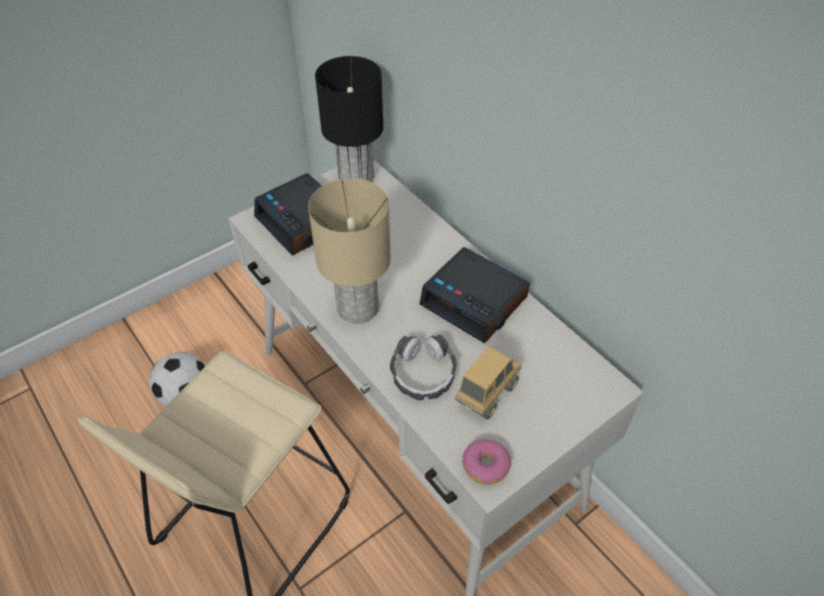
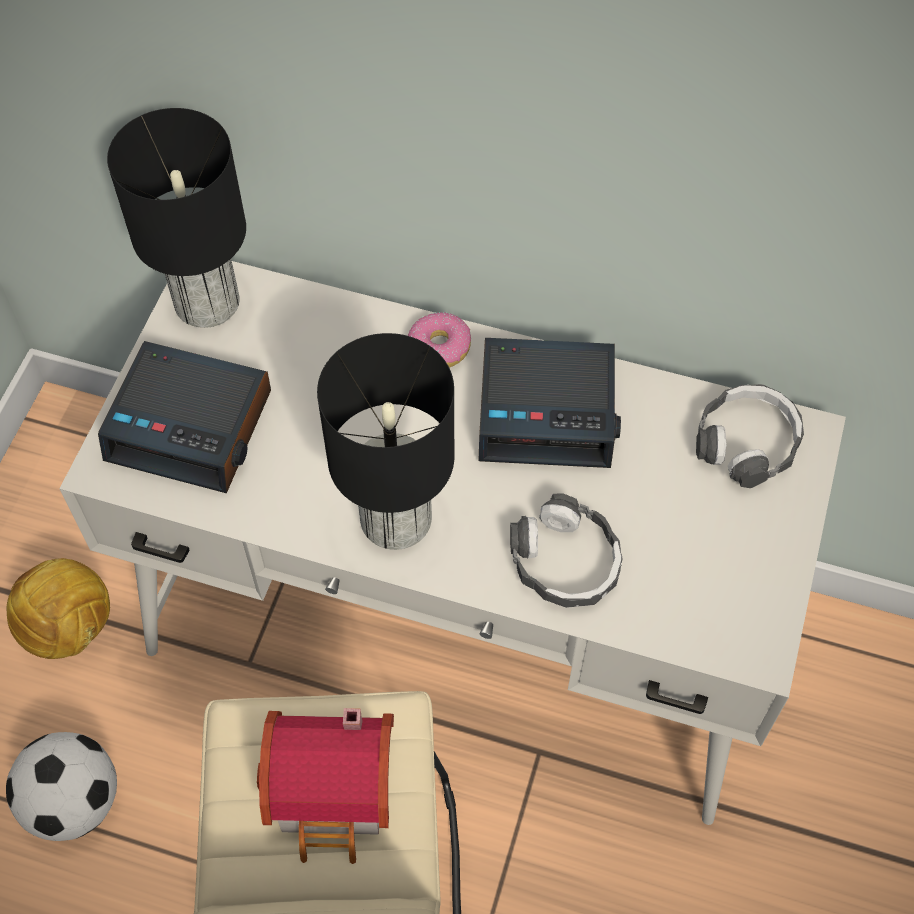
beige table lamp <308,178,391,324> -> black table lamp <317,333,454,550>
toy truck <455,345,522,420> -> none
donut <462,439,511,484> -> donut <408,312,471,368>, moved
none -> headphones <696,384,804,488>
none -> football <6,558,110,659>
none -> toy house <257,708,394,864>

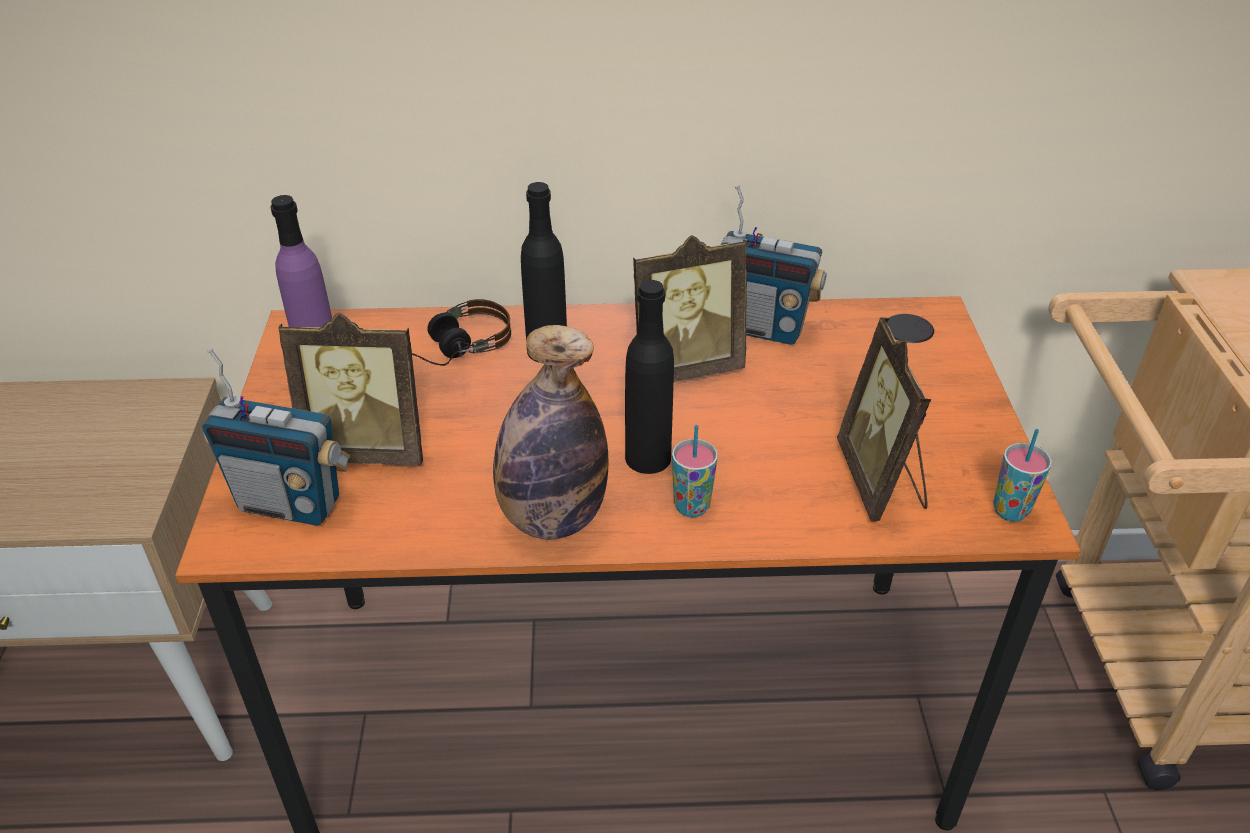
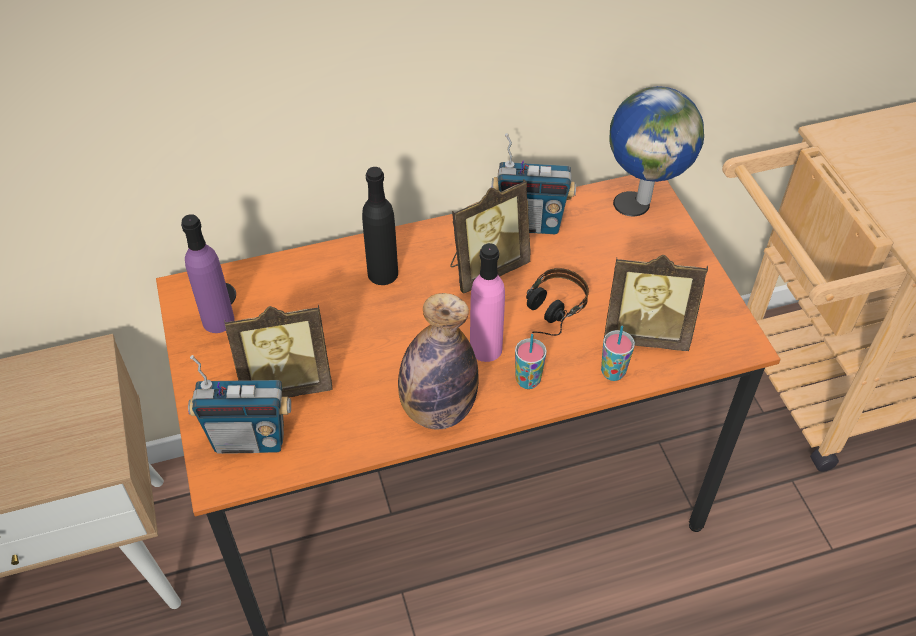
black bottle <625,280,674,474> -> pink bottle <470,243,505,362>
headphones <412,299,511,366> -> headphones <526,268,589,336>, moved
picture frame <837,317,931,521> -> picture frame <604,255,708,351>, 60 degrees counterclockwise
cup <993,429,1052,522> -> cup <601,325,635,381>, moved
none -> globe <609,86,704,205>

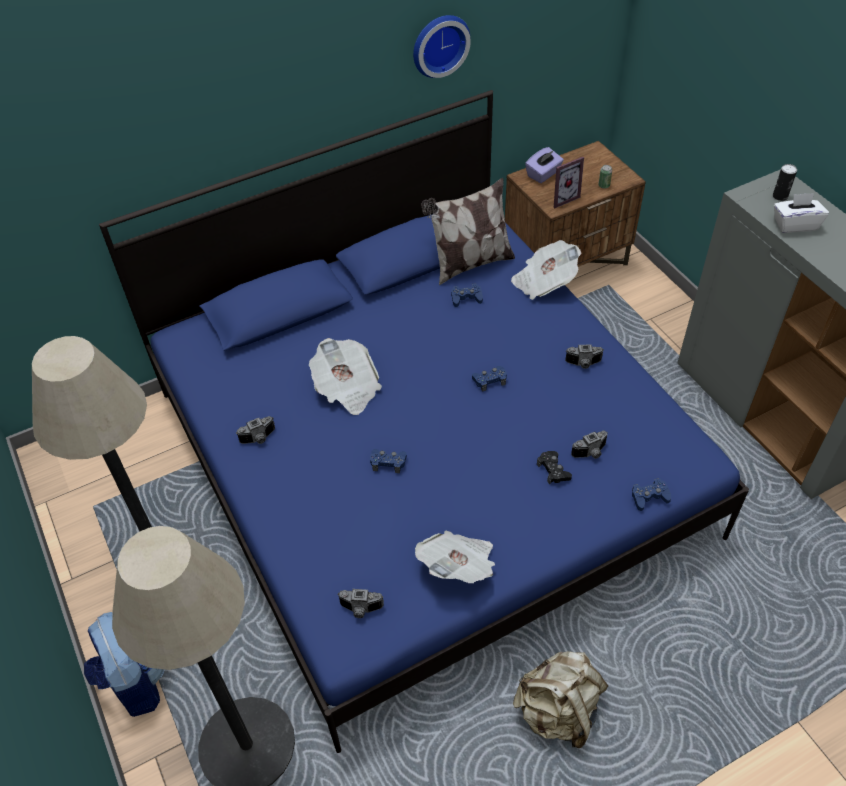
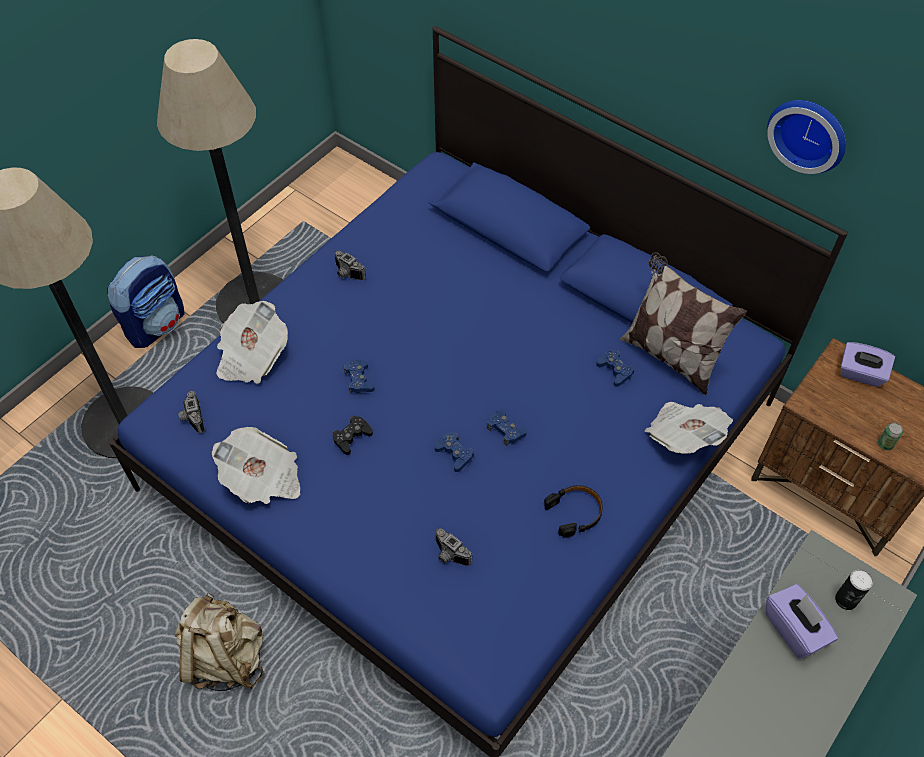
picture frame <554,157,584,208> -> none
white tissue box <774,193,829,233> -> purple tissue box <766,584,838,658>
newspaper <309,338,382,415> -> newspaper <217,301,288,384>, moved
photo camera <565,344,603,369> -> black headphones <544,485,603,538>
black game controller <537,451,572,484> -> black game controller <332,415,373,455>, moved
blue game controller <632,478,671,511> -> blue game controller <435,432,474,472>, moved

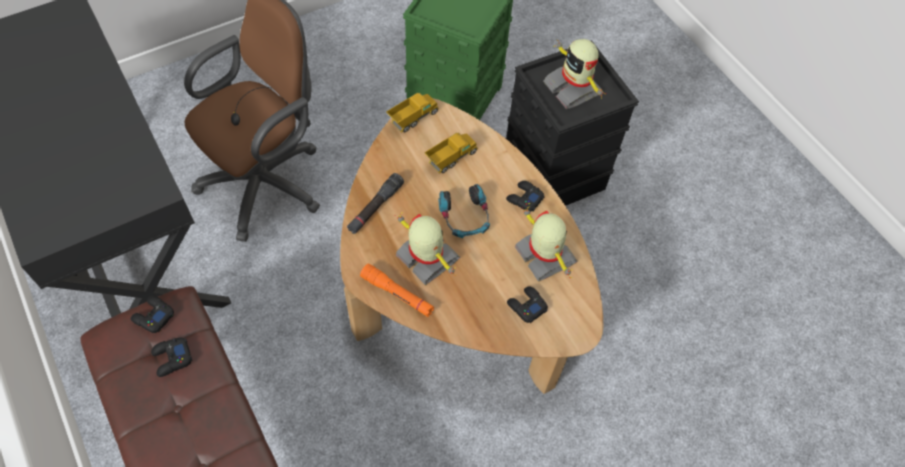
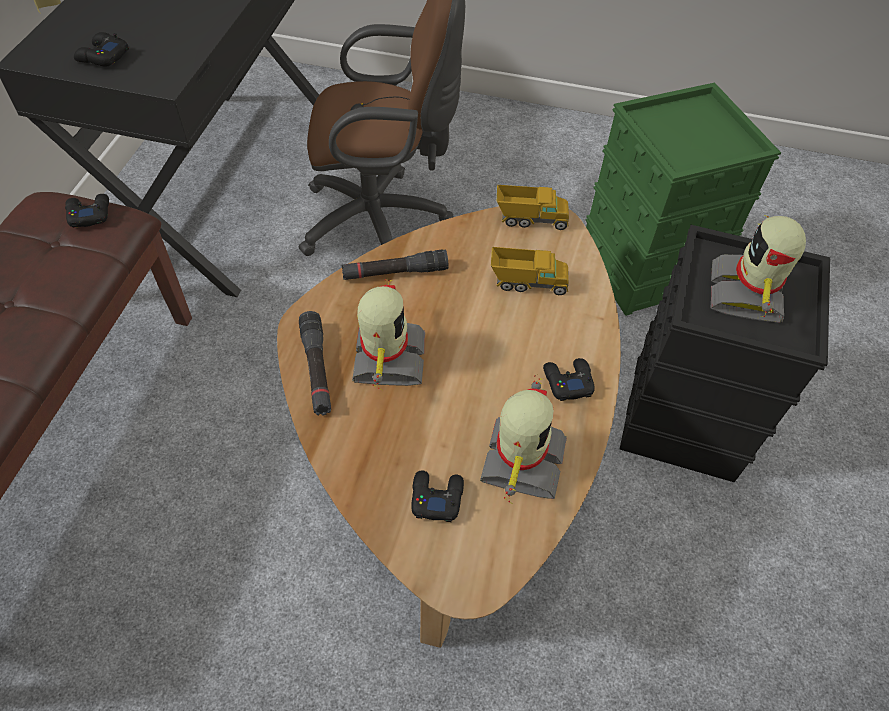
headphones <439,184,490,238> -> none
orange flashlight <360,264,434,317> -> black flashlight <299,311,331,415>
black game controller <151,337,193,377> -> black game controller <74,32,129,67>, moved

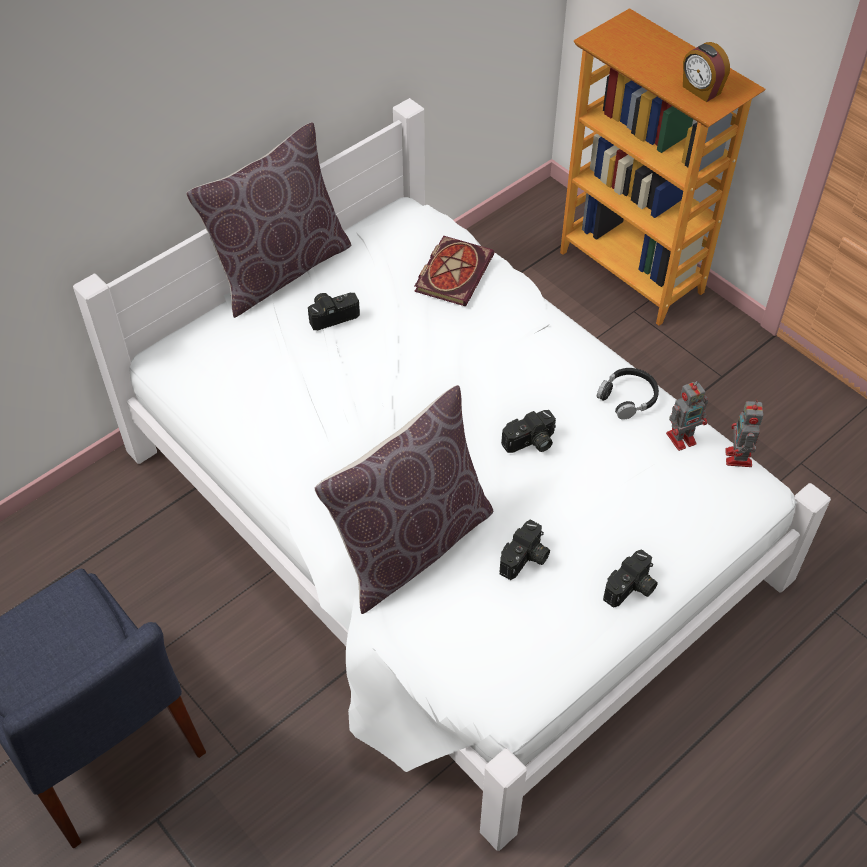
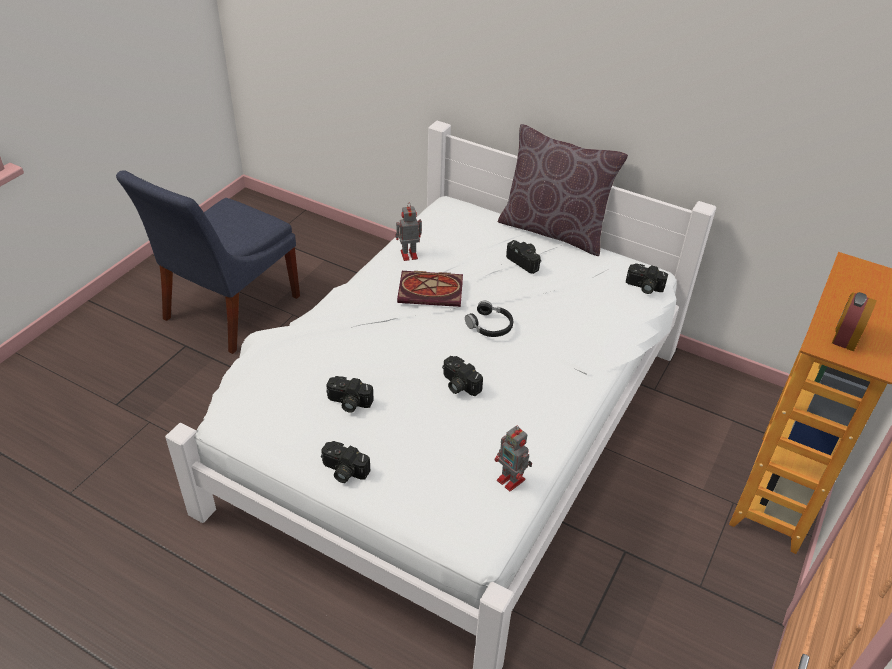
book <414,236,494,306> -> book <397,271,463,307>, moved
black headphones <597,368,659,420> -> black headphones <465,301,513,337>, moved
brown pillow <314,385,493,614> -> none
toy robot <725,400,763,467> -> toy robot <395,203,422,261>, moved
none -> photo camera <626,264,668,294>

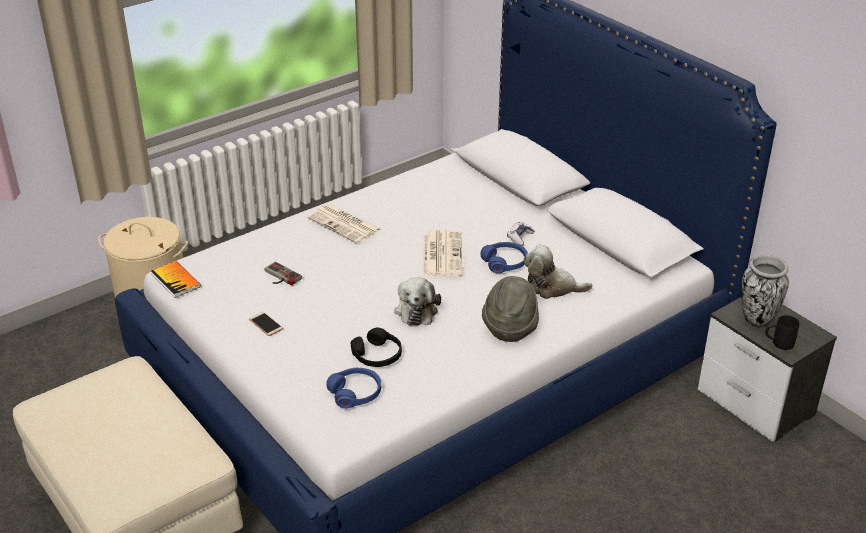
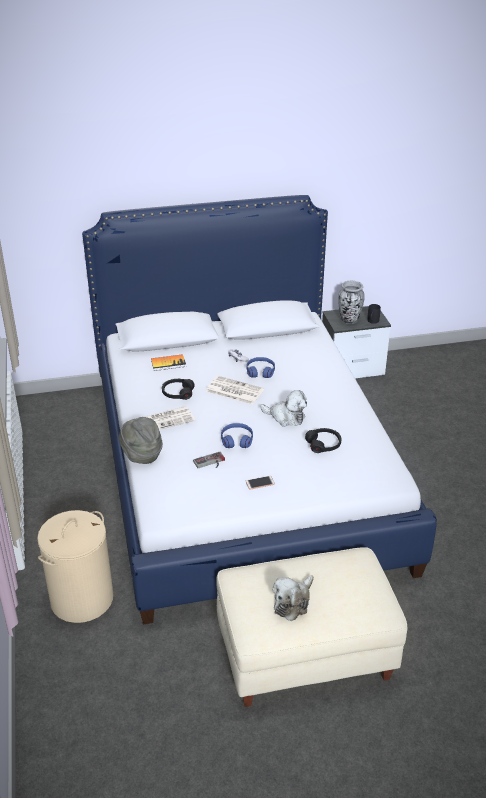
plush toy <524,245,592,299> -> plush toy <273,575,314,621>, moved
book <151,261,201,298> -> book <151,354,186,371>, moved
grey hat <482,276,539,342> -> grey hat <119,417,163,464>, moved
blue headphones <326,368,381,409> -> blue headphones <221,423,253,448>, moved
none -> black headphones <162,379,195,400>

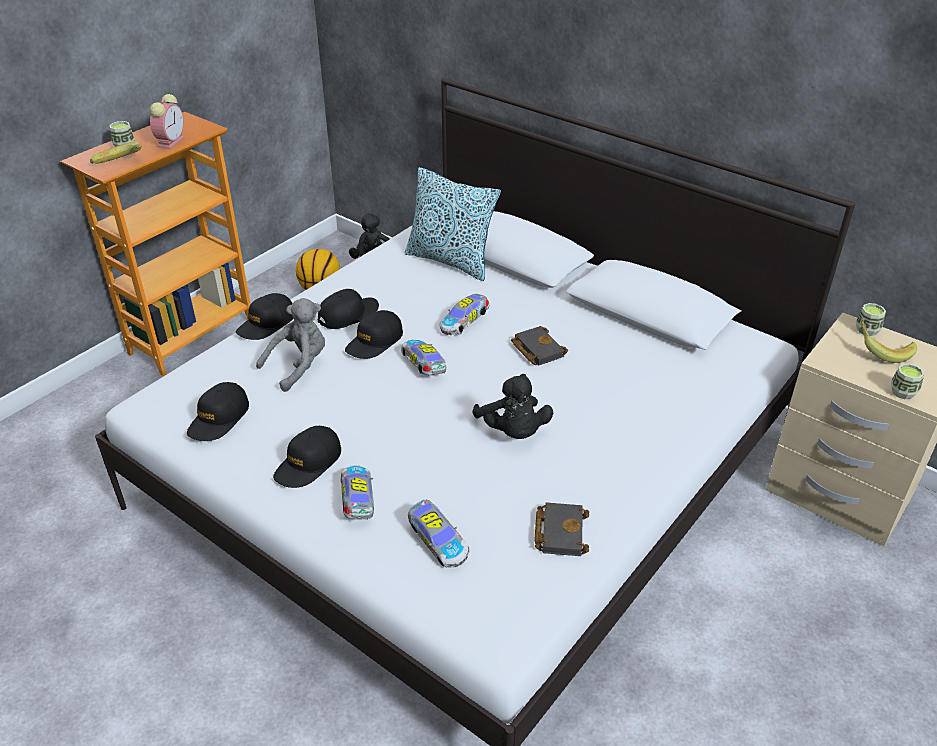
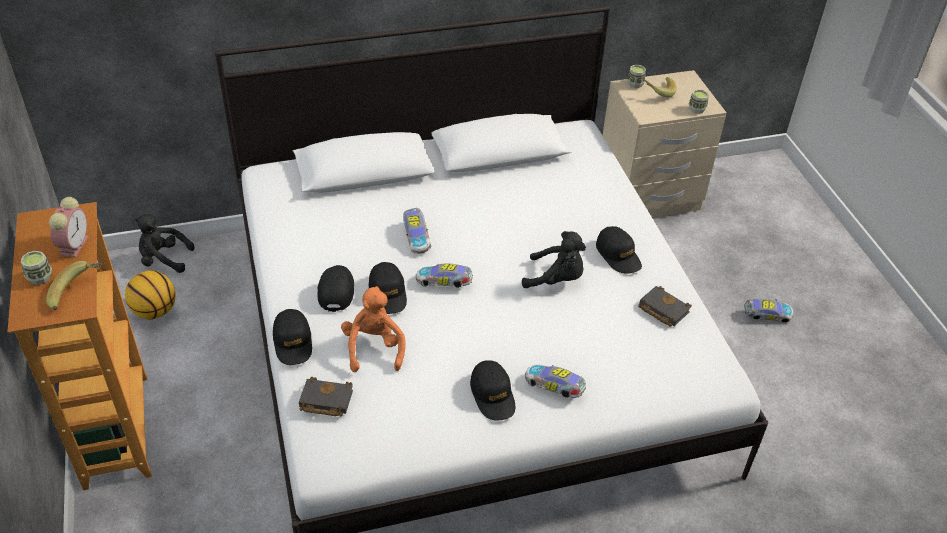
alarm clock <150,94,185,149> -> alarm clock <49,197,89,258>, 45 degrees clockwise
pillow <404,167,501,281> -> none
grey plush toy <256,298,325,392> -> orange plush toy <341,286,406,372>
black book <511,326,568,365> -> black book <299,377,353,417>, moved
black cap <187,382,249,441> -> black cap <596,226,642,274>, moved
toy car <408,500,469,568> -> toy car <744,299,794,323>, moved

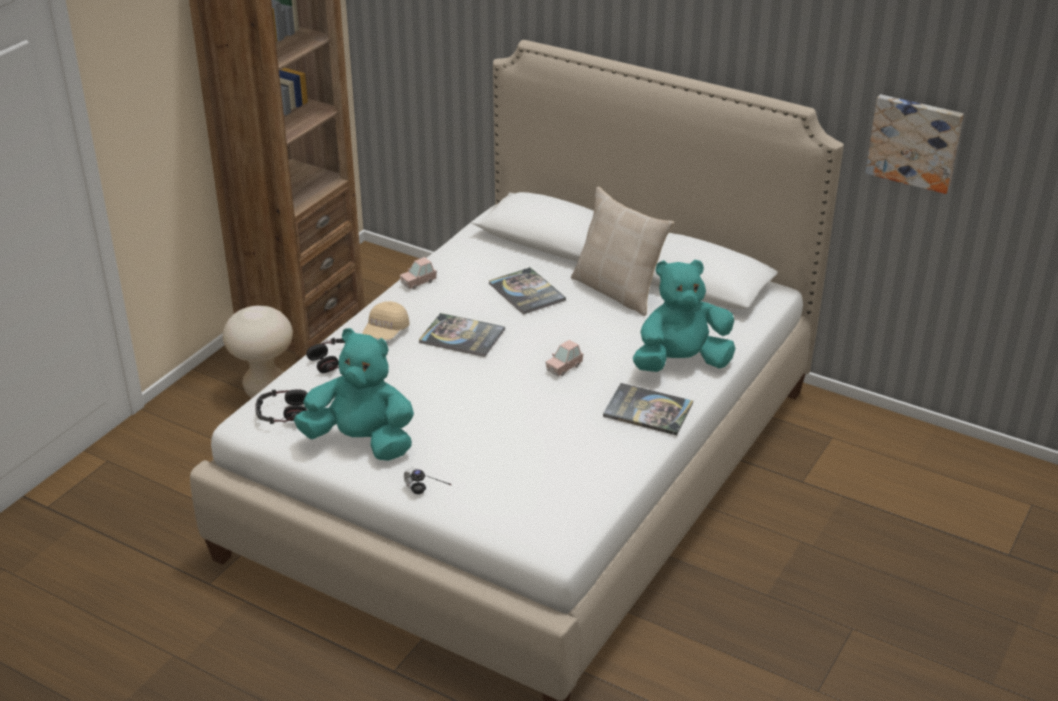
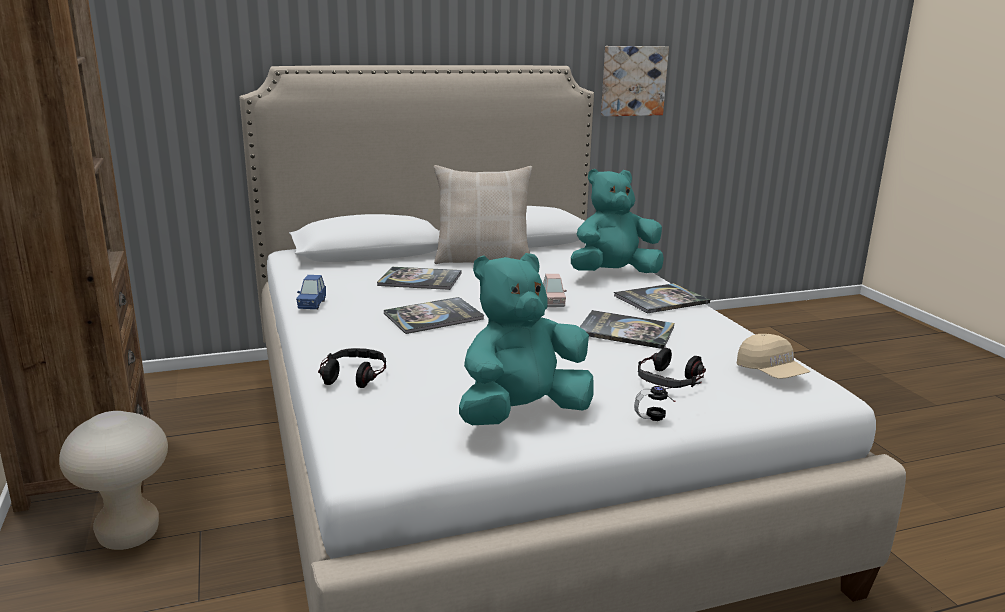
pink toy car <400,257,437,289> -> blue toy car <296,275,326,309>
turquoise plush toy <633,260,736,372> -> turquoise plush toy <571,169,664,273>, 45 degrees clockwise
beige cap <363,301,410,340> -> beige cap <737,334,810,379>, moved
headphones <255,390,307,424> -> headphones <638,348,706,388>, moved
none -> book <580,310,674,349>

